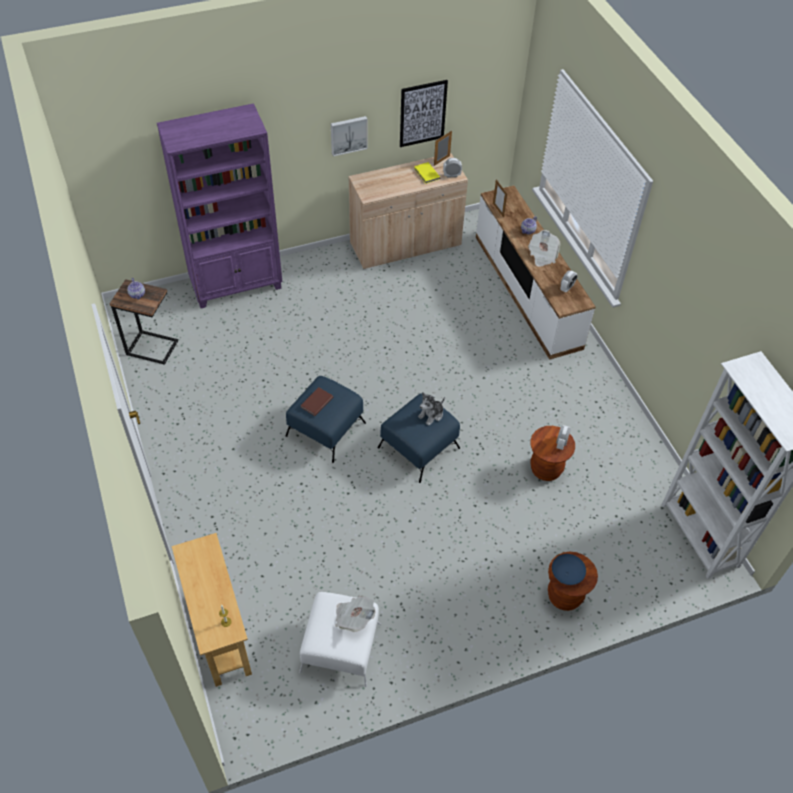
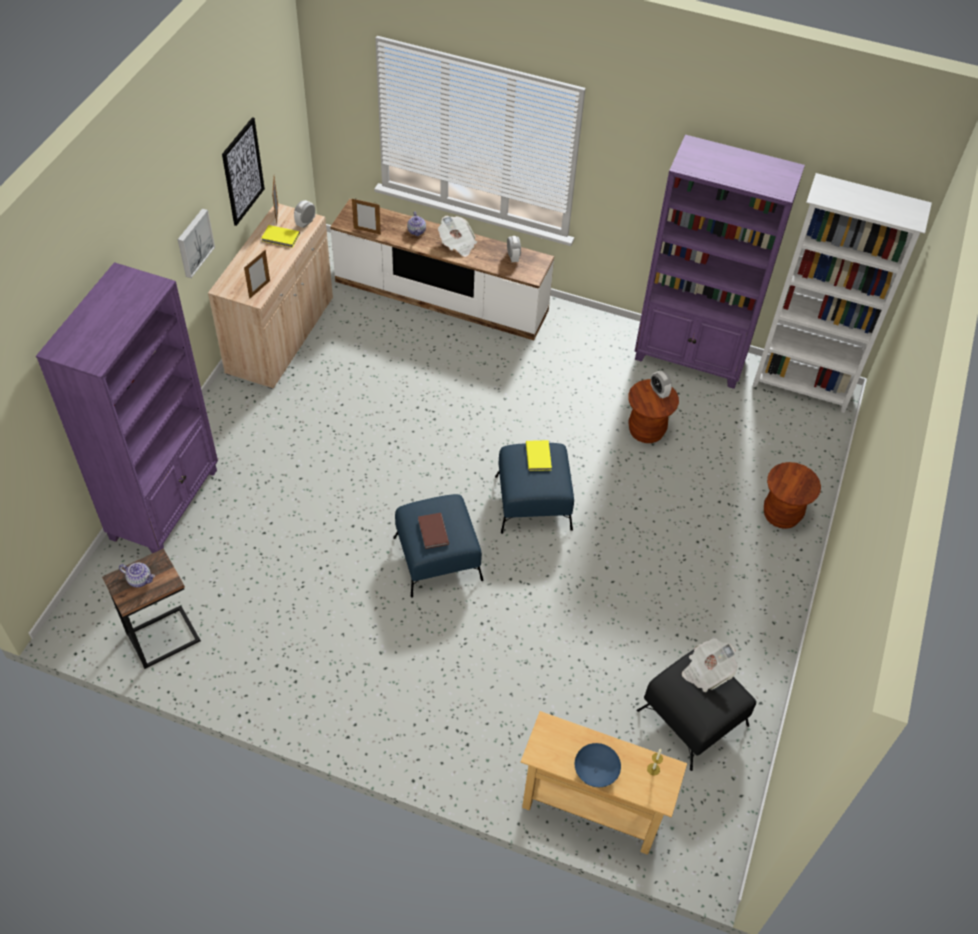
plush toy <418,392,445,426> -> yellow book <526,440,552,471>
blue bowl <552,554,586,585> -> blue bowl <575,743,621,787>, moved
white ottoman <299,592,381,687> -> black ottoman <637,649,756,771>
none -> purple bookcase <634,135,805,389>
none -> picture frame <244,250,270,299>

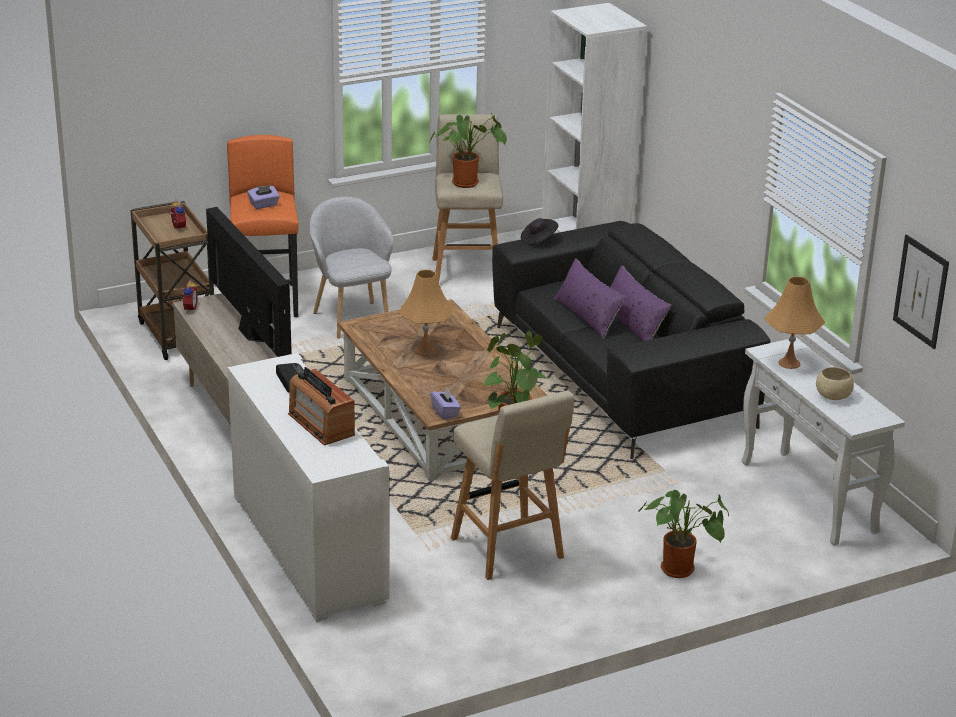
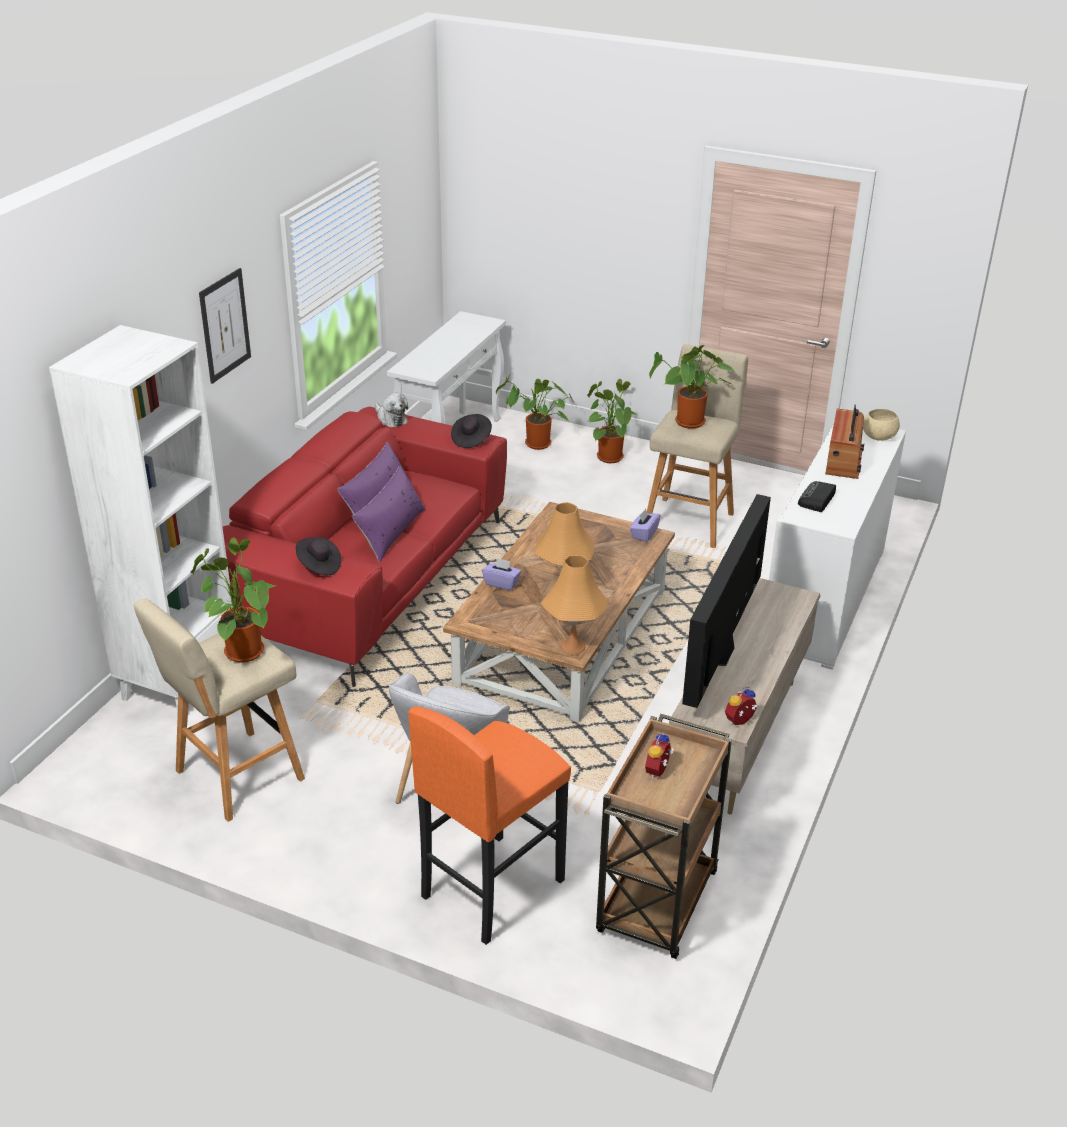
purple tissue box <247,185,280,209> -> purple tissue box <482,558,521,591>, moved
black sofa <492,221,771,459> -> red sofa <223,407,507,687>
picture <893,234,949,349> -> picture <199,268,251,384>, moved
orange table lamp <764,277,825,369> -> orange table lamp <541,555,609,654>, moved
beige bowl <816,367,854,400> -> beige bowl <863,409,900,441>, moved
none -> potted plant <496,376,574,450>
none -> plush toy <375,393,408,428>
none -> black hat <451,414,492,448>

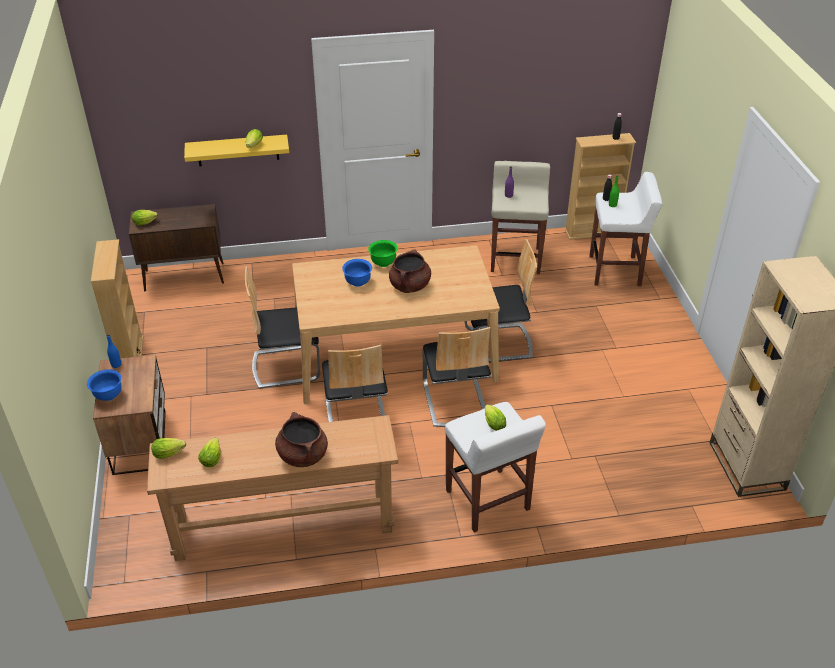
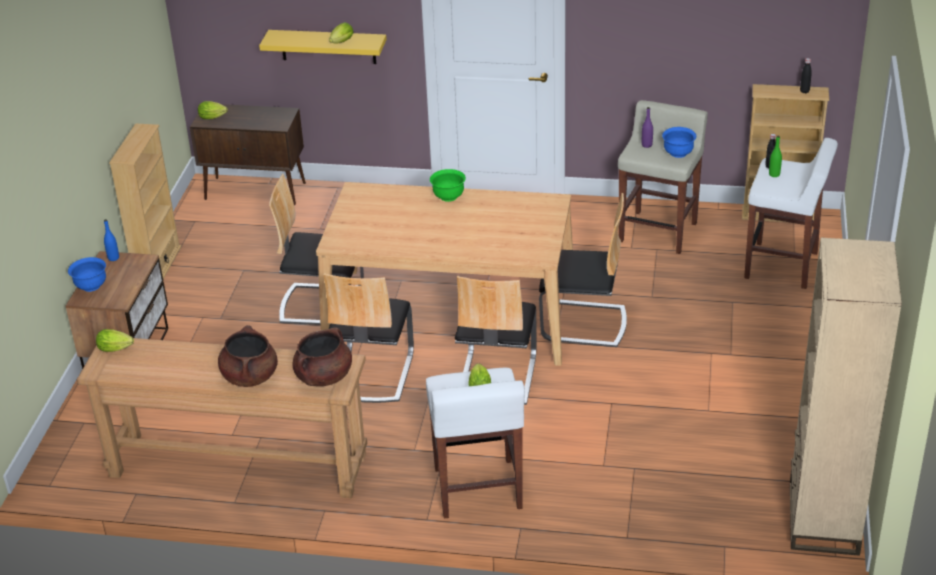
brown cooking pot <389,249,431,293> -> brown cooking pot <292,327,352,386>, moved
blue bowl <342,259,372,287> -> blue bowl <662,127,696,158>, moved
lettuce <198,438,221,467> -> none

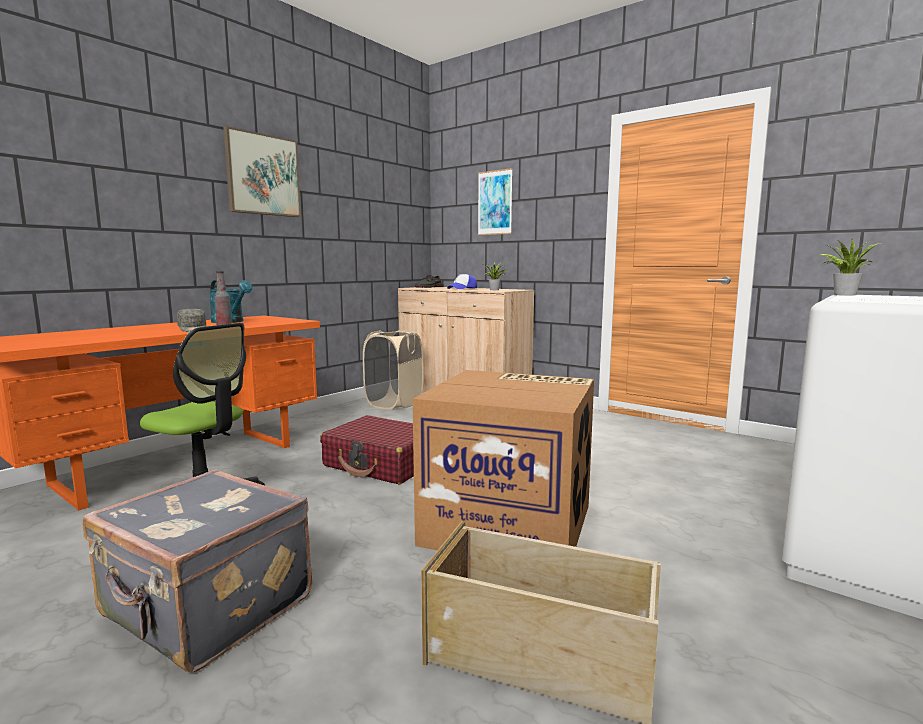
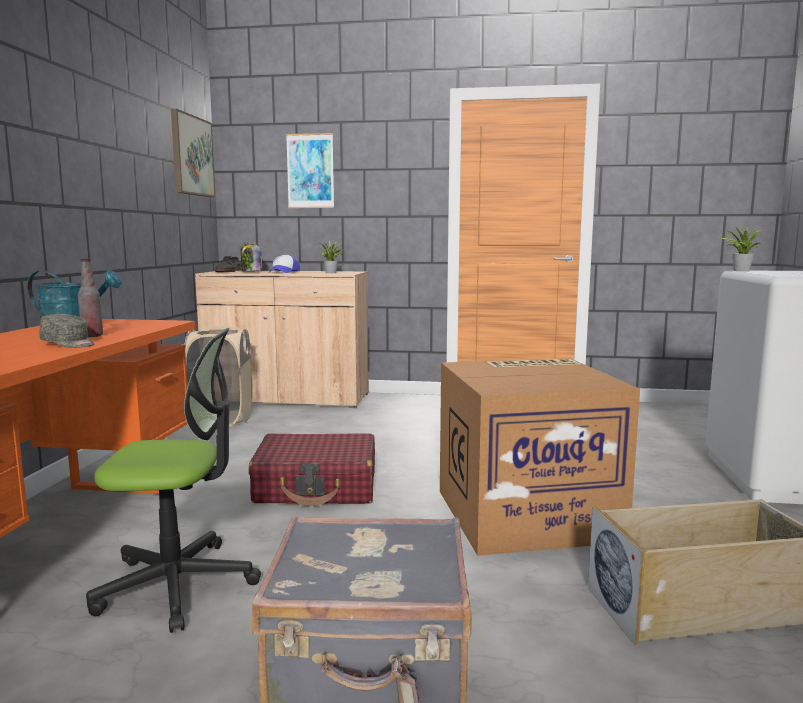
picture <223,126,301,217> -> picture <171,109,216,197>, moved
none -> jar <241,243,262,272>

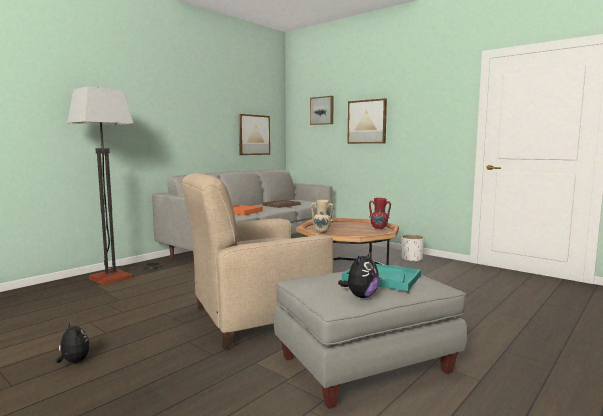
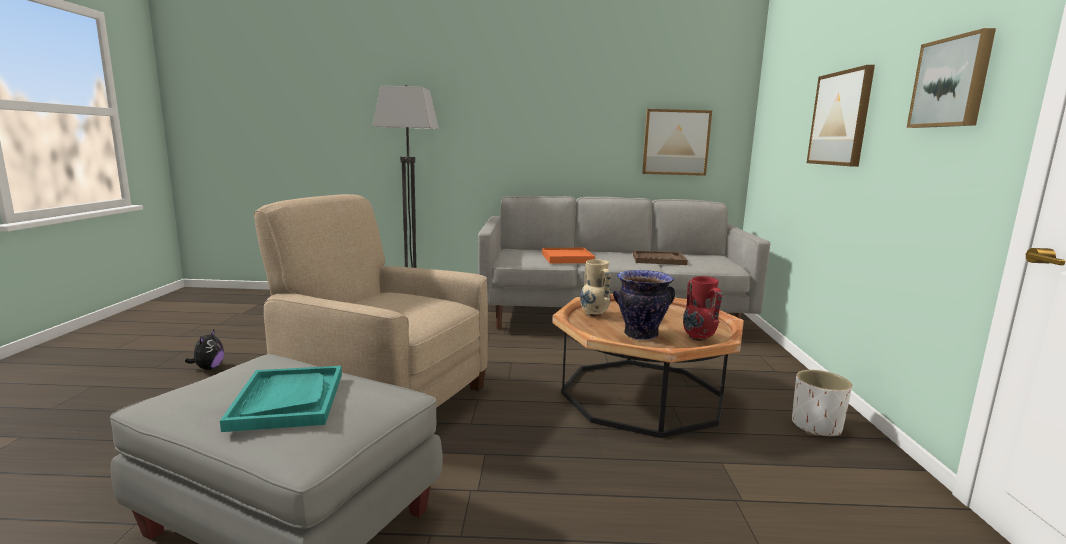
picture <310,96,334,125> -> picture <907,28,996,128>, moved
plush toy <338,250,379,298> -> none
none -> vase <613,270,675,340>

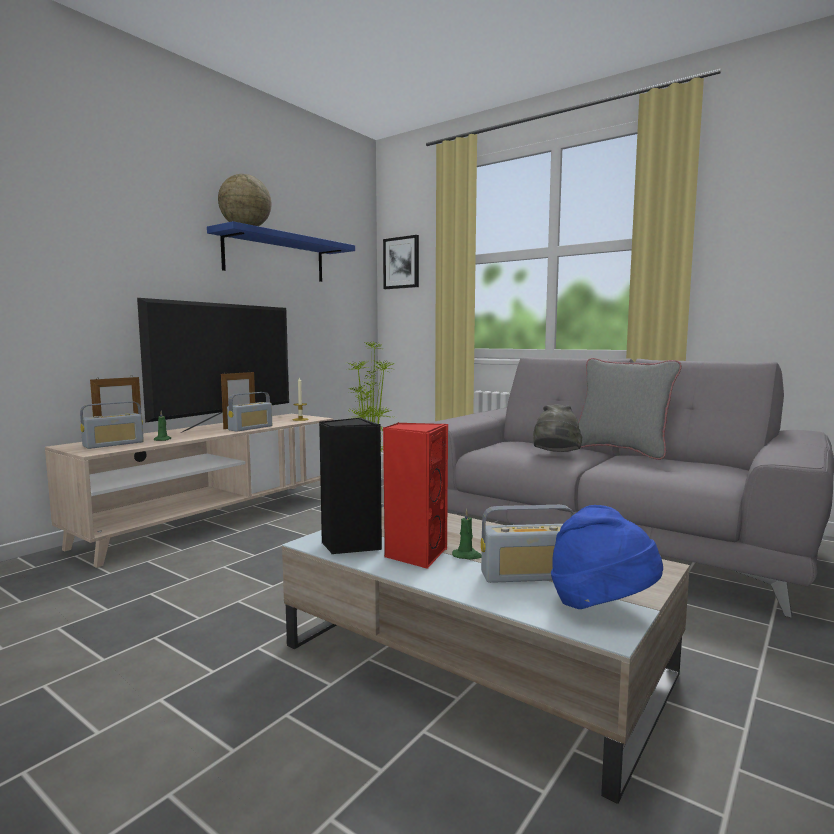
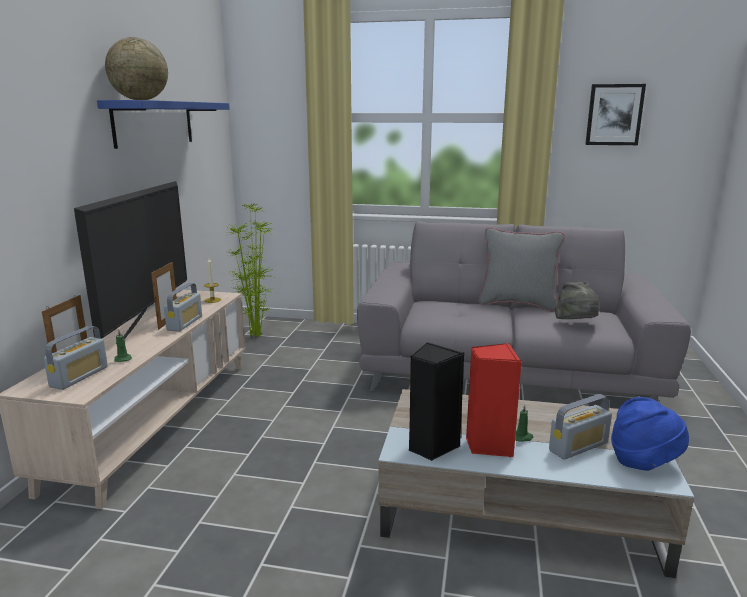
picture <383,235,419,289> -> picture <585,84,646,145>, moved
grey hat <533,404,582,452> -> grey hat <555,282,599,319>, moved

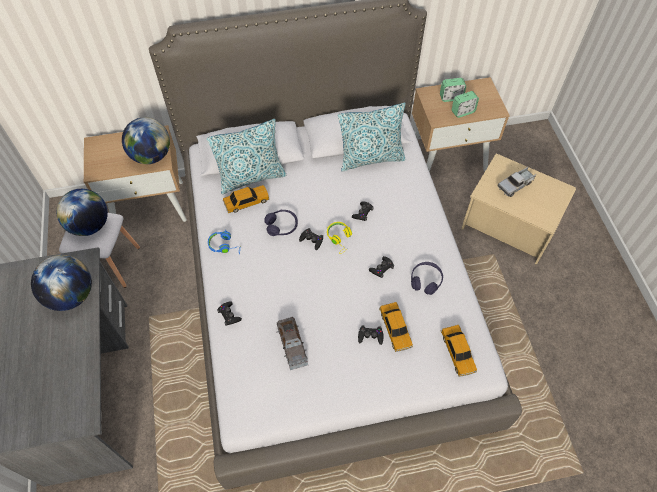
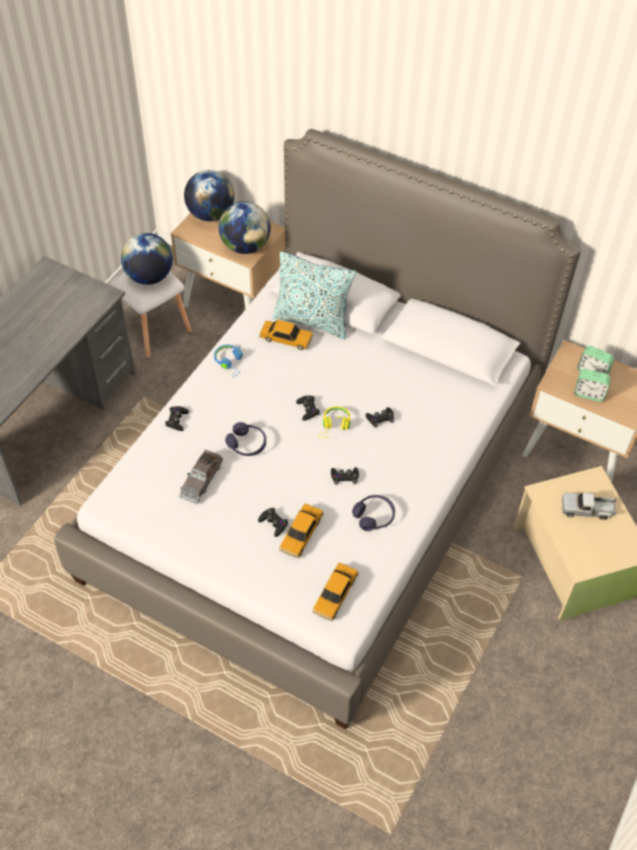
pillow <338,103,406,172> -> none
purple headphones <264,210,298,236> -> purple headphones <225,422,266,456>, moved
globe <31,255,92,311> -> globe <184,170,234,221>, moved

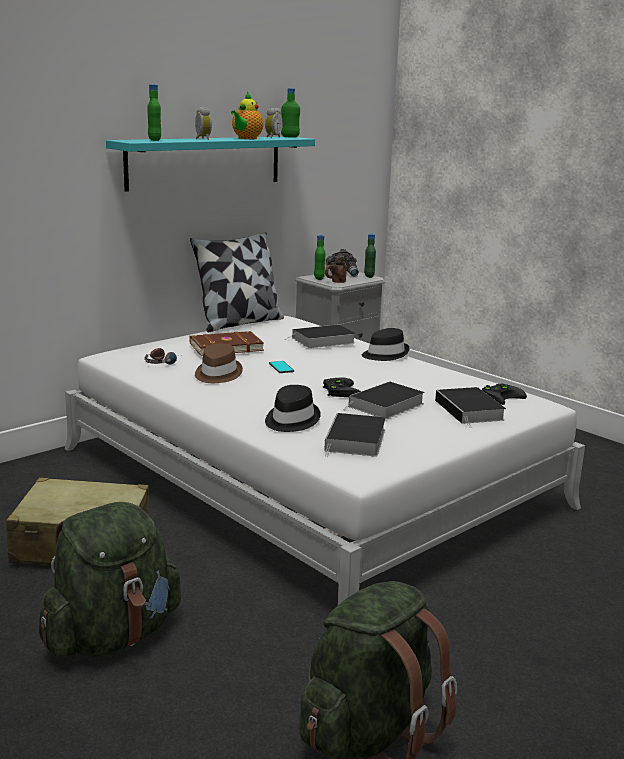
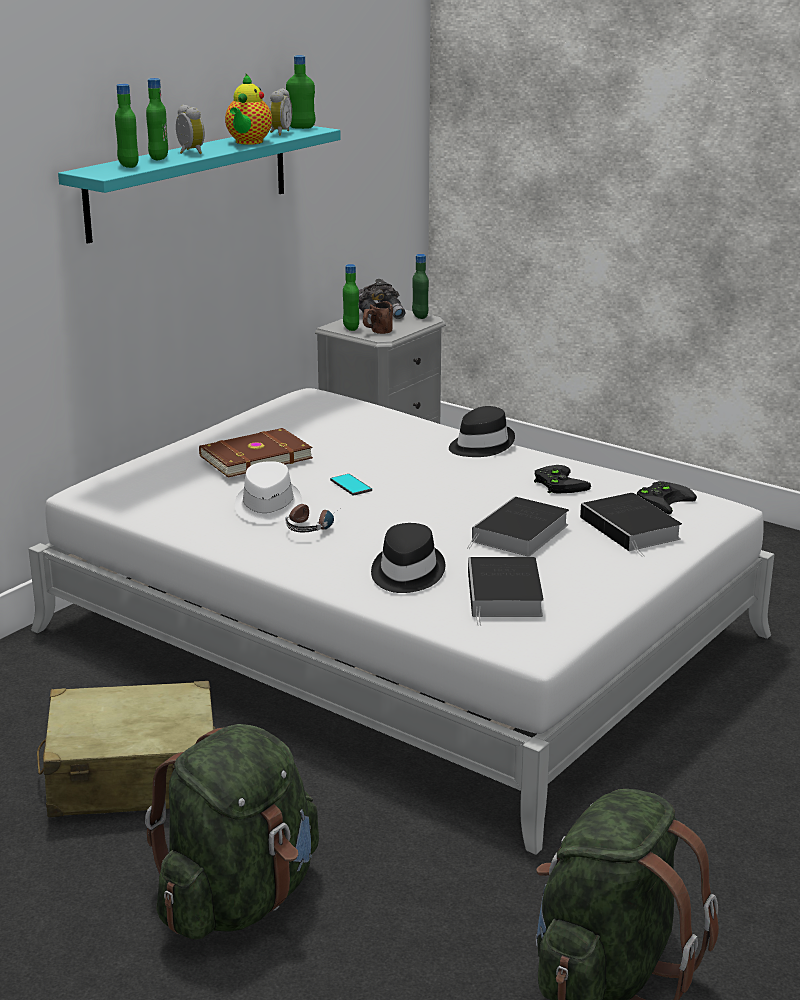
pillow <190,232,284,332> -> none
book <284,324,356,348> -> none
brown hat <195,344,243,383> -> white hat <235,461,302,524>
headphones <144,348,177,365> -> headphones <285,504,338,532>, moved
black game controller <323,378,361,397> -> black game controller <534,465,591,493>, moved
none -> green bottle <146,78,168,160>

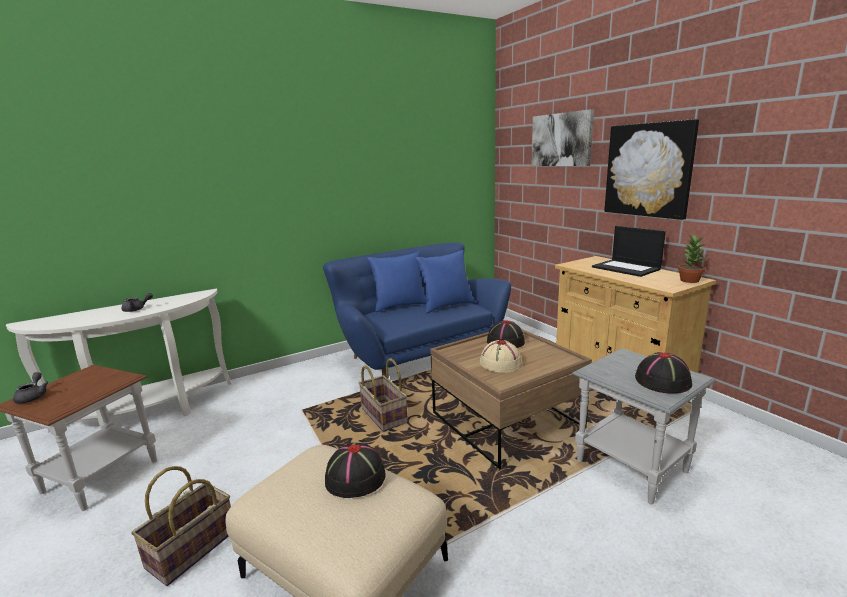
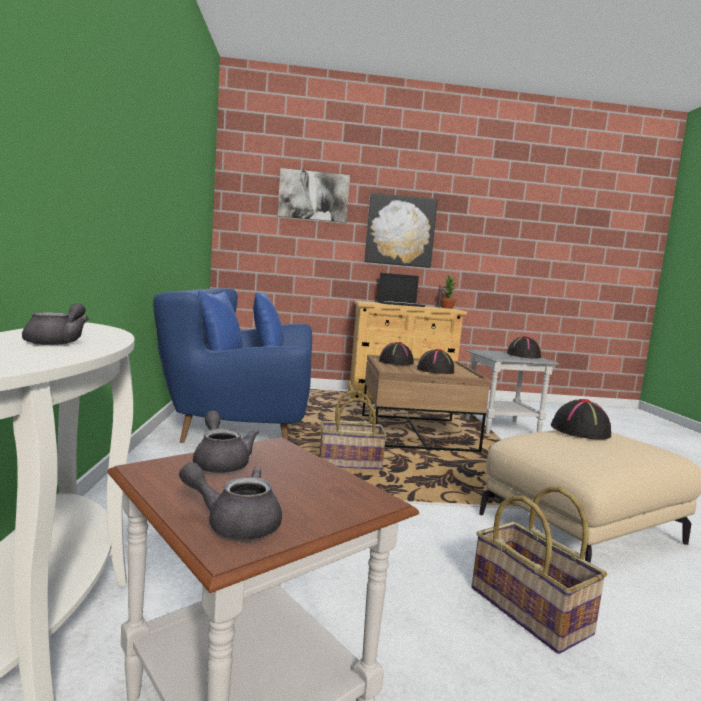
beige hat <480,340,522,373> -> black hat <417,349,454,374>
none -> grey teapot <193,411,259,473>

